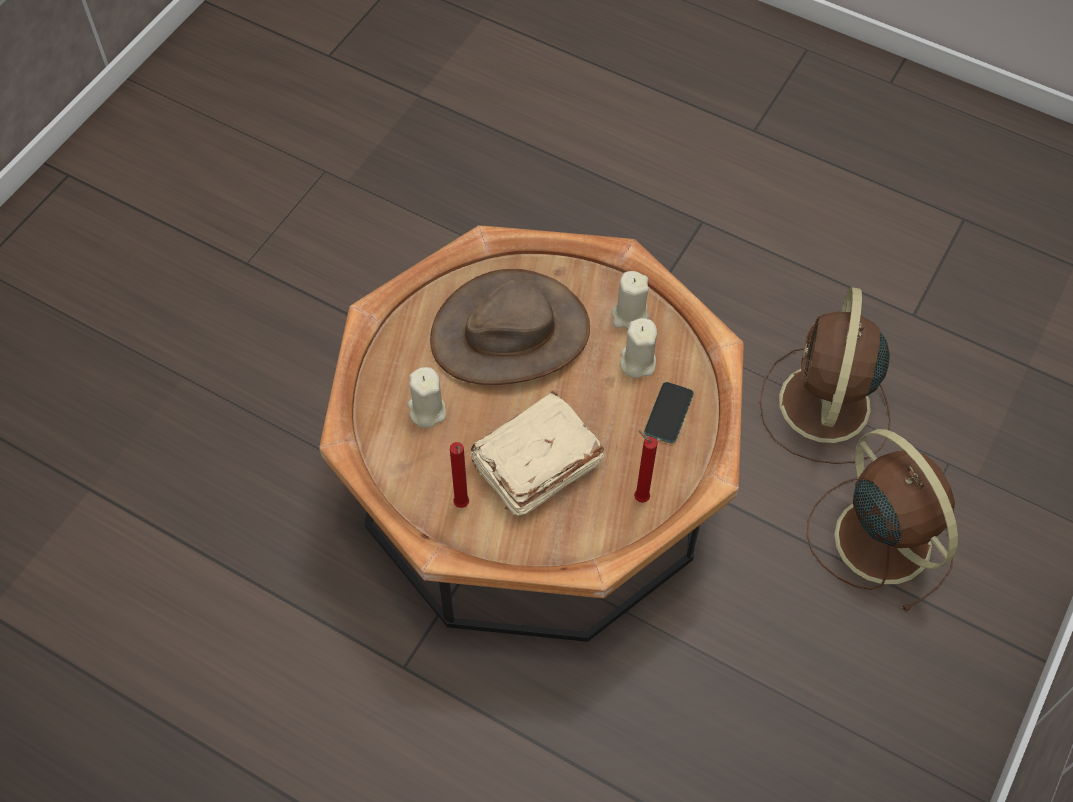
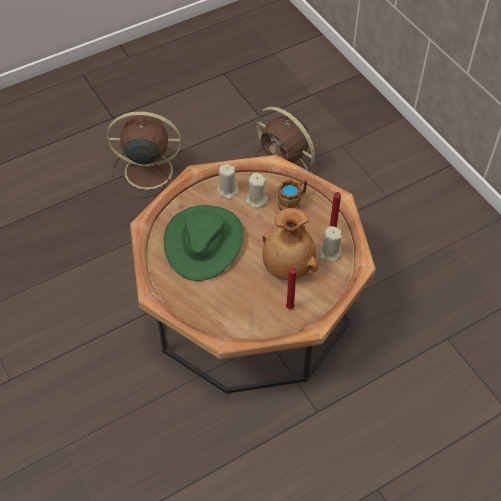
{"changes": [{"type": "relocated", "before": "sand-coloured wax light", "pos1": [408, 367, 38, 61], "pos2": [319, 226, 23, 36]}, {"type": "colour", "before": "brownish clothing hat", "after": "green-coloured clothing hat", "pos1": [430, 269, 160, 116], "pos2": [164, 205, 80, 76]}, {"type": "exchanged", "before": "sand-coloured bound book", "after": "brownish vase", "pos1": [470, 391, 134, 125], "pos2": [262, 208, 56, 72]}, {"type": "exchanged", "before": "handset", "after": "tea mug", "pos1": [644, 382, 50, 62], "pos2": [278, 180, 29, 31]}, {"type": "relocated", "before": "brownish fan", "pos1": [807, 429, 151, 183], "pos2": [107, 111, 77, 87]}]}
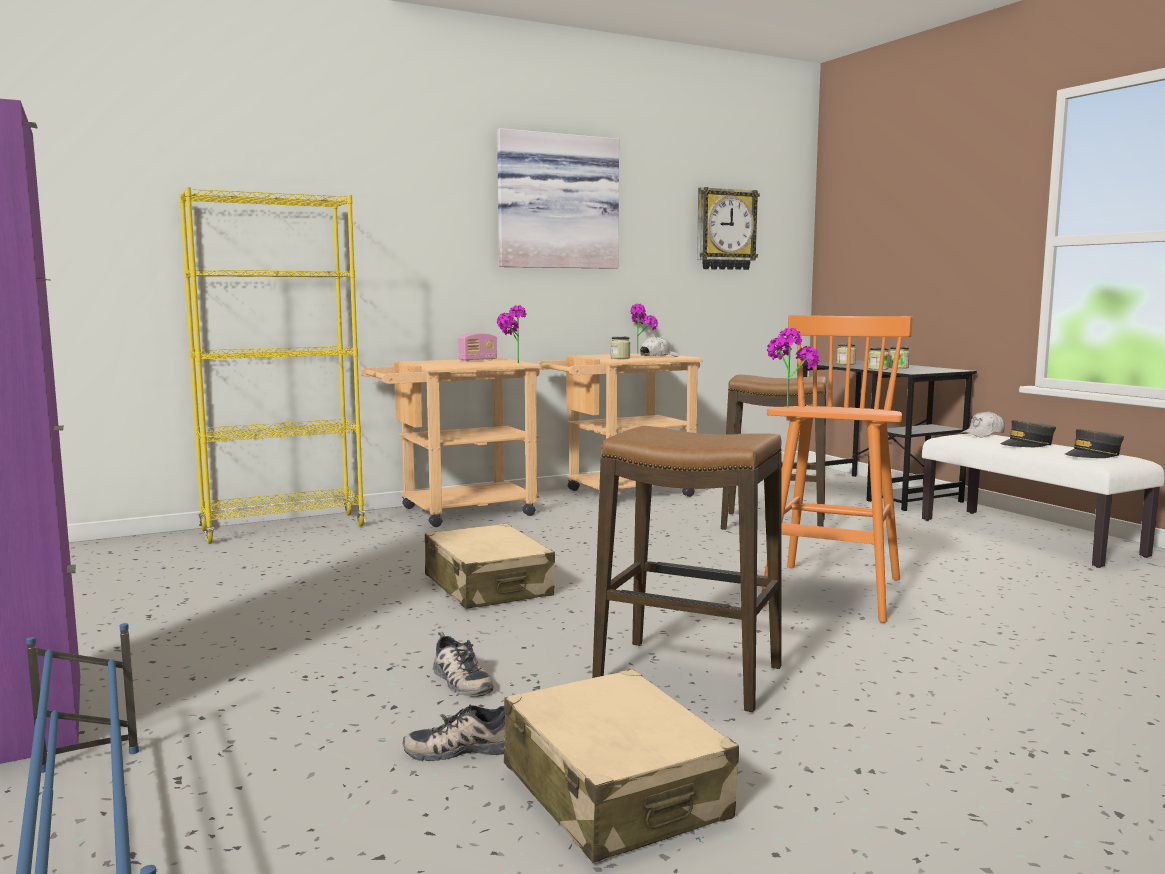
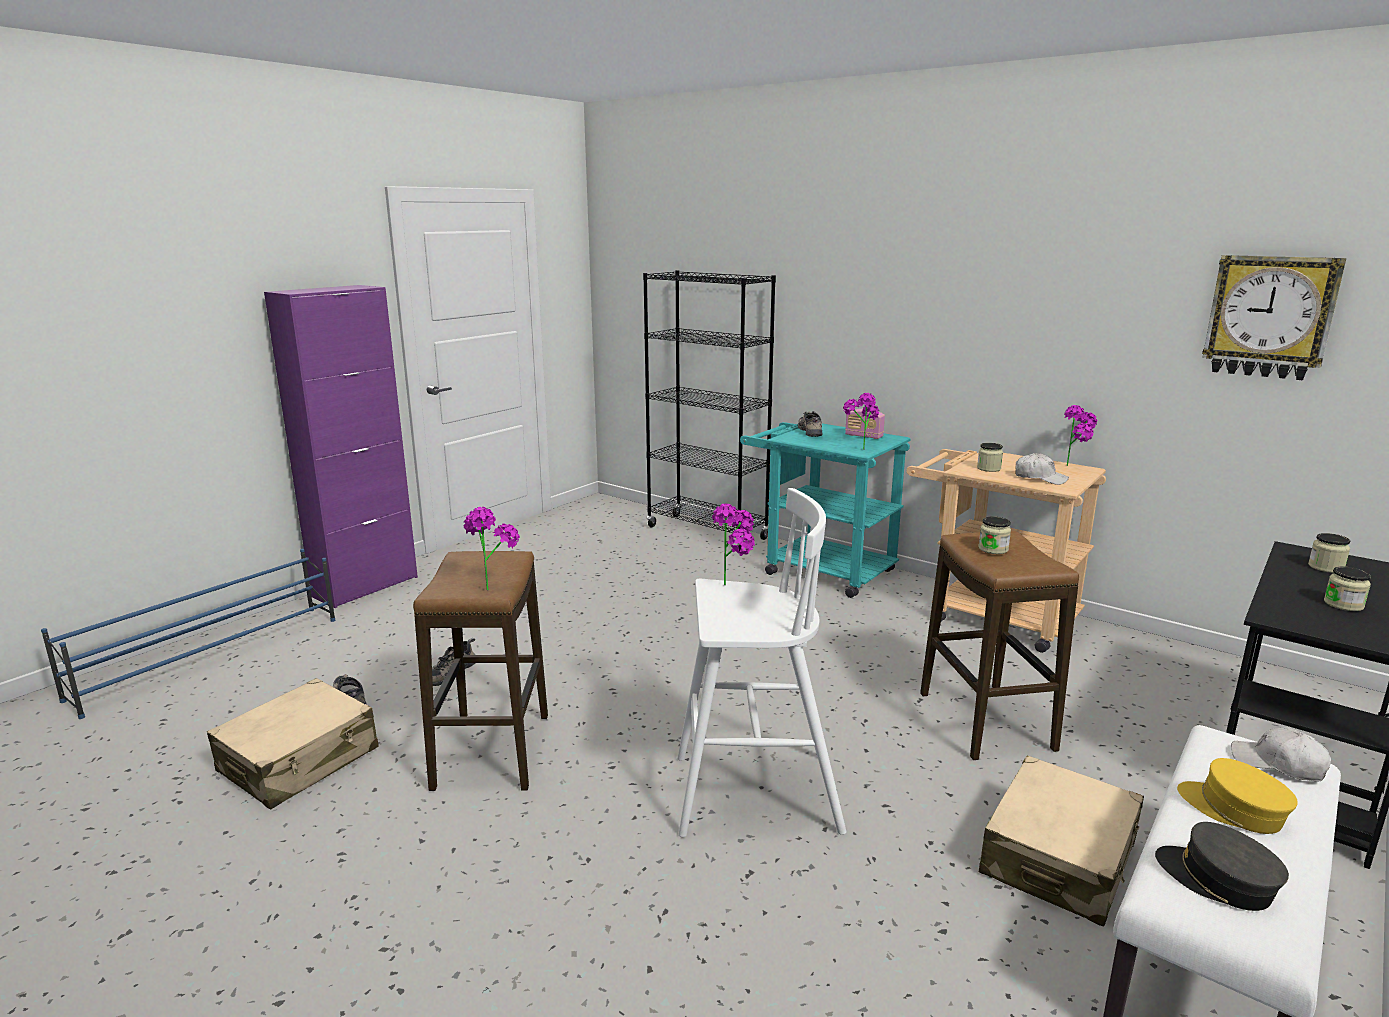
{"changes": [{"type": "colour", "before": "yellowish shelving unit", "after": "black shelving unit", "pos1": [179, 187, 187, 357], "pos2": [643, 270, 133, 281]}, {"type": "colour", "before": "sand-coloured cart", "after": "turquoise cart", "pos1": [360, 358, 181, 169], "pos2": [740, 422, 170, 176]}, {"type": "relocated", "before": "sand-coloured suitcase", "pos1": [425, 523, 130, 86], "pos2": [979, 755, 165, 172]}, {"type": "missing", "before": "wall art", "pos1": [497, 128, 122, 141]}, {"type": "colour", "before": "orange sitting stool", "after": "white sitting stool", "pos1": [762, 315, 151, 308], "pos2": [677, 488, 169, 349]}, {"type": "relocated", "before": "preserve jar", "pos1": [868, 347, 21, 23], "pos2": [978, 516, 33, 38]}, {"type": "colour", "before": "gray peaked cap", "after": "yellowish peaked cap", "pos1": [1000, 420, 56, 27], "pos2": [1177, 758, 121, 76]}, {"type": "appeared", "after": "potted plant", "pos2": [464, 507, 56, 84]}, {"type": "appeared", "after": "item of footwear", "pos2": [798, 411, 24, 26]}]}
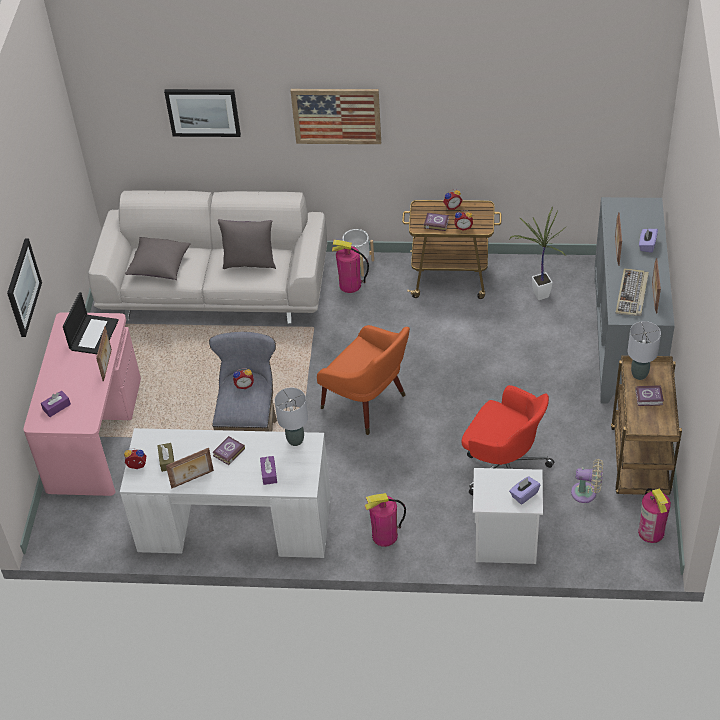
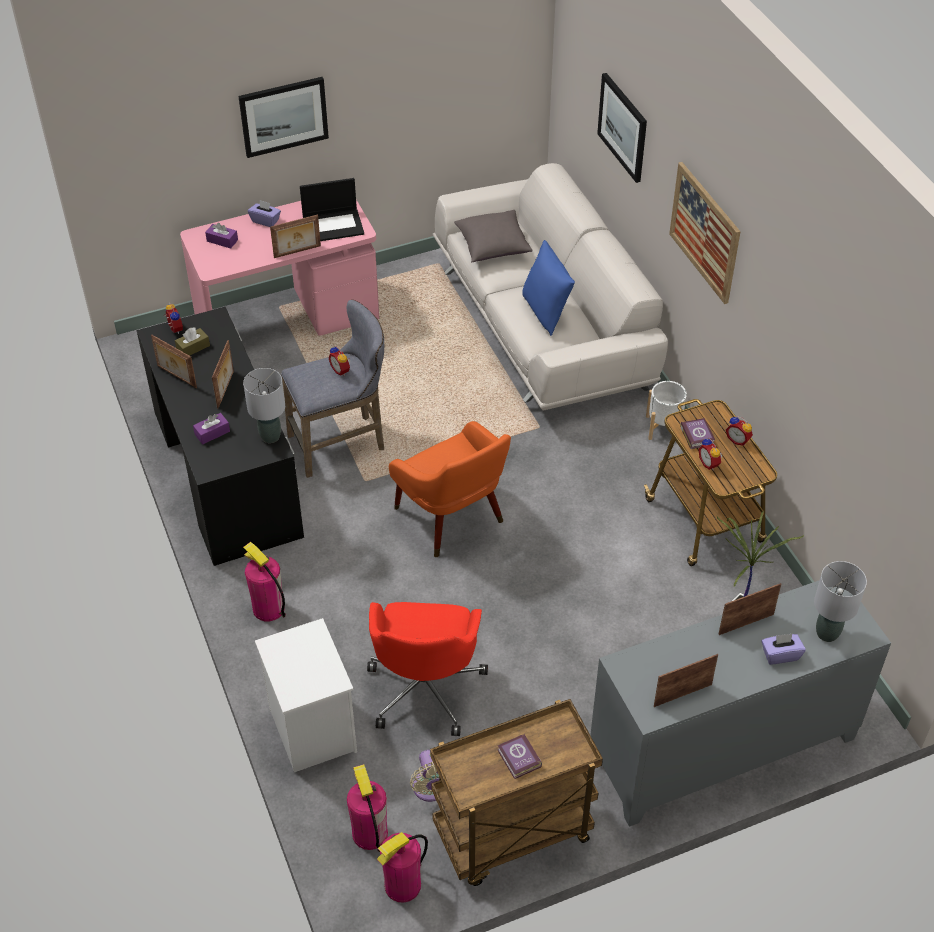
{"changes": [{"type": "colour", "before": "white desk", "after": "black desk", "pos1": [120, 428, 211, 130], "pos2": [137, 307, 167, 259]}, {"type": "exchanged", "before": "bound book", "after": "standing frame", "pos1": [212, 436, 33, 29], "pos2": [212, 340, 22, 68]}, {"type": "colour", "before": "gray pillow", "after": "blue pillow", "pos1": [218, 219, 58, 50], "pos2": [522, 240, 53, 96]}, {"type": "spun", "before": "orange lounge chair", "pos1": [317, 325, 93, 110], "pos2": [389, 421, 122, 136], "turn": -45}, {"type": "relocated", "before": "fire extinguisher", "pos1": [332, 240, 37, 53], "pos2": [347, 764, 41, 88]}, {"type": "relocated", "before": "purple-coloured tissue holder", "pos1": [509, 477, 31, 27], "pos2": [248, 200, 33, 27]}, {"type": "missing", "before": "computer keyboard", "pos1": [615, 268, 34, 48]}, {"type": "relocated", "before": "gray tabletop lamp", "pos1": [628, 321, 33, 59], "pos2": [814, 561, 53, 81]}]}
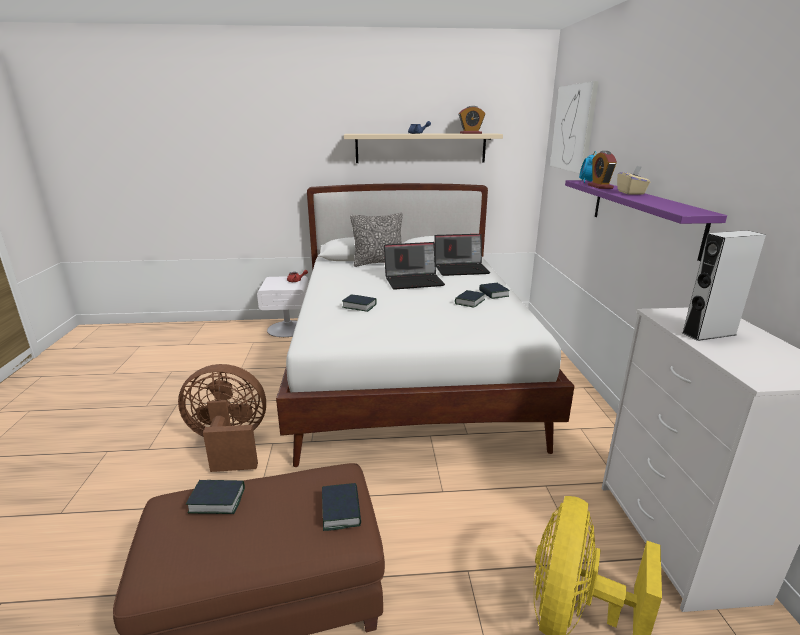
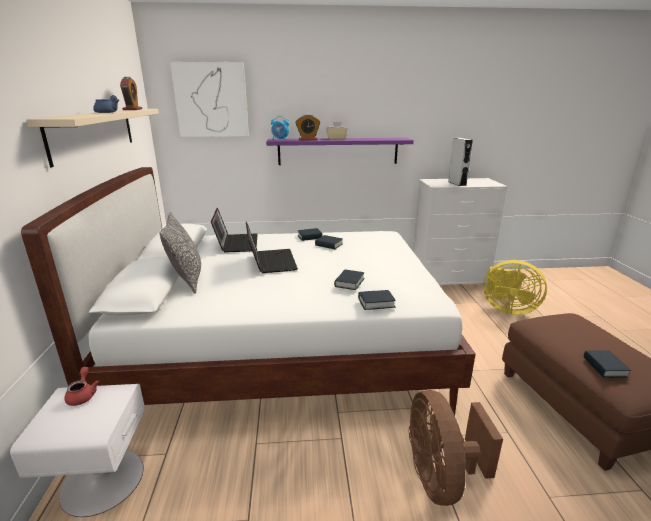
{"changes": [{"type": "relocated", "before": "bound book", "pos1": [322, 483, 39, 48], "pos2": [358, 290, 38, 20]}]}
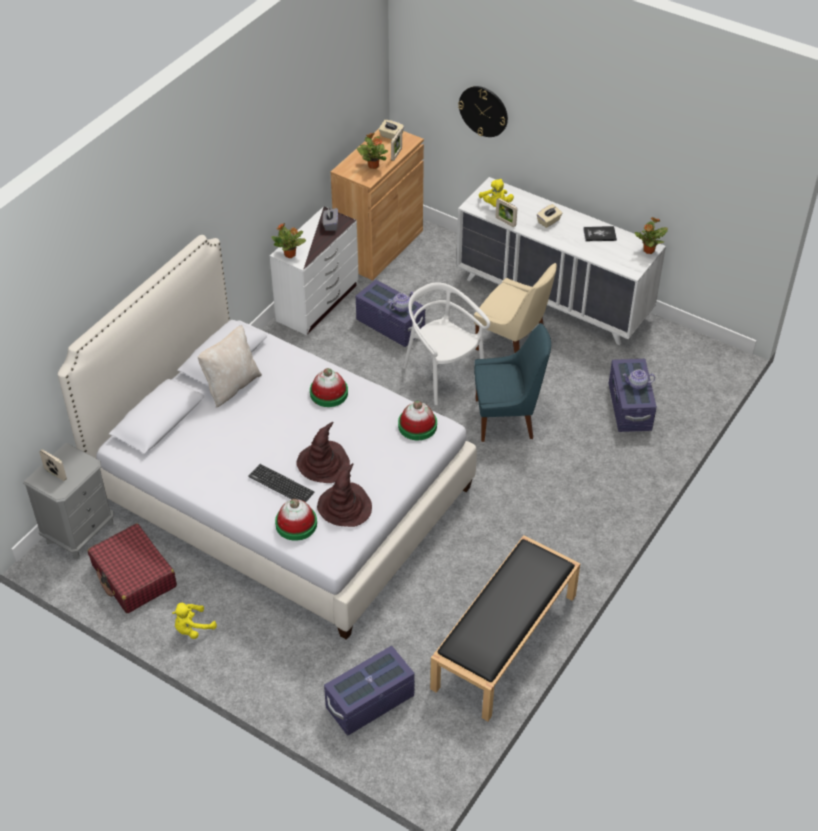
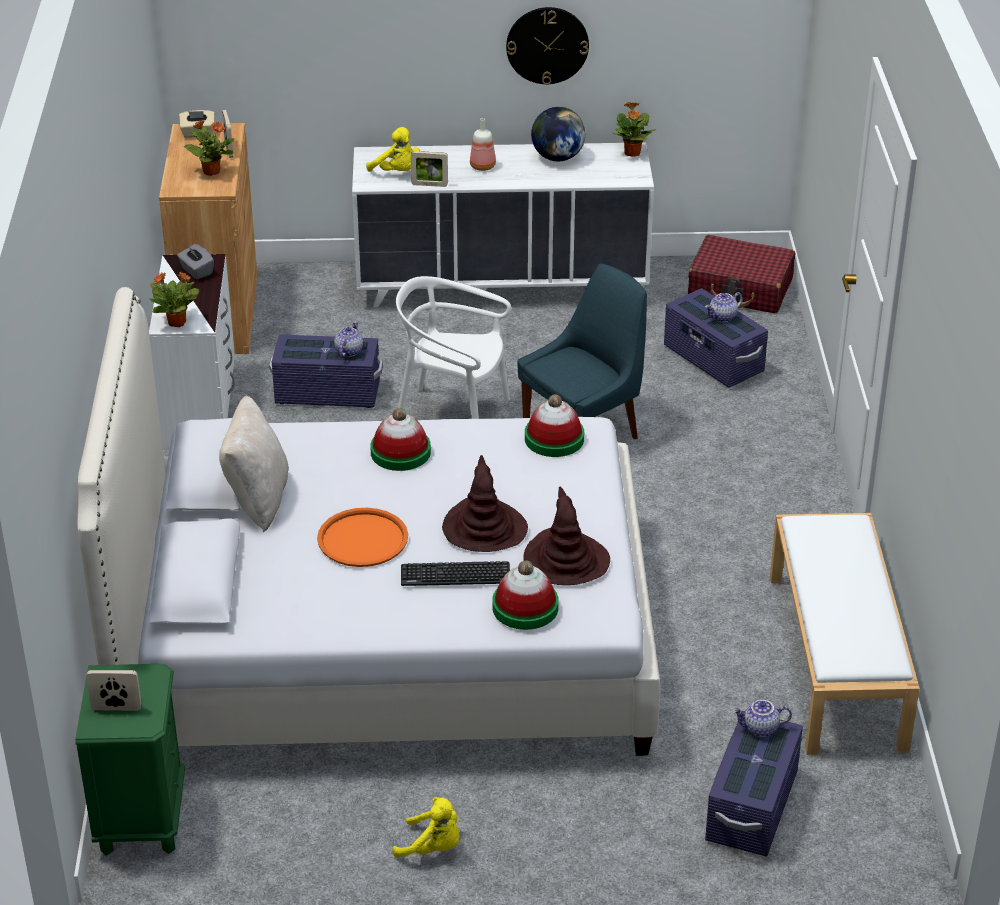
{"changes": [{"type": "colour", "before": "gray bedside table", "after": "green-coloured bedside table", "pos1": [23, 443, 91, 116], "pos2": [75, 664, 110, 192]}, {"type": "relocated", "before": "red-coloured suitcase", "pos1": [88, 524, 89, 89], "pos2": [688, 235, 107, 78]}, {"type": "spun", "before": "yellowish soft toy", "pos1": [172, 603, 45, 36], "pos2": [392, 797, 68, 61], "turn": -90}, {"type": "colour", "before": "black bench", "after": "white bench", "pos1": [430, 535, 151, 186], "pos2": [770, 513, 150, 242]}, {"type": "relocated", "before": "wall clock", "pos1": [458, 86, 50, 51], "pos2": [506, 7, 83, 78]}, {"type": "missing", "before": "sand-coloured chair", "pos1": [474, 263, 83, 90]}, {"type": "exchanged", "before": "sand-coloured tissue holder", "after": "drink bottle", "pos1": [537, 204, 25, 24], "pos2": [470, 118, 26, 53]}, {"type": "exchanged", "before": "bound book", "after": "world globe", "pos1": [583, 226, 34, 15], "pos2": [531, 107, 54, 54]}, {"type": "appeared", "after": "orange tray", "pos2": [317, 508, 91, 59]}, {"type": "appeared", "after": "tea pot", "pos2": [732, 700, 60, 37]}]}
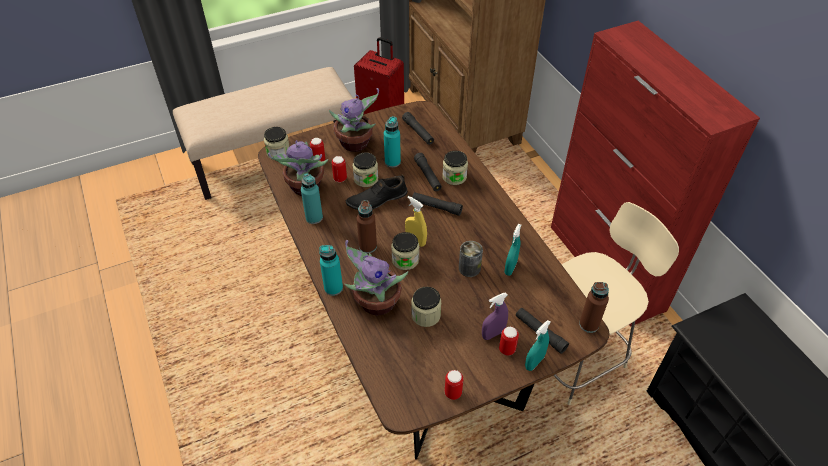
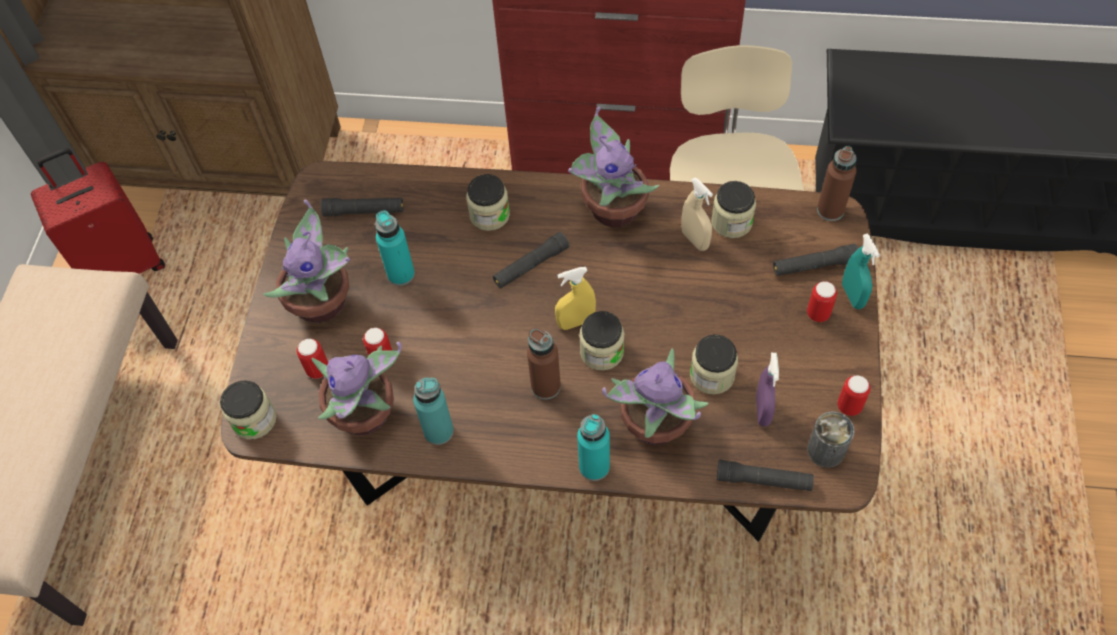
{"changes": [{"type": "missing", "before": "black item of footwear", "pos1": [346, 174, 62, 36]}, {"type": "relocated", "before": "preserve jar", "pos1": [353, 153, 25, 34], "pos2": [711, 181, 45, 57]}, {"type": "relocated", "before": "black flashlight", "pos1": [414, 153, 28, 38], "pos2": [717, 460, 97, 31]}, {"type": "relocated", "before": "metal can", "pos1": [459, 241, 24, 36], "pos2": [807, 412, 47, 56]}, {"type": "relocated", "before": "purple-coloured hand sprayer", "pos1": [482, 292, 26, 48], "pos2": [756, 353, 23, 74]}, {"type": "colour", "before": "turquoise hand sprayer", "after": "sand-coloured hand sprayer", "pos1": [504, 224, 17, 52], "pos2": [681, 177, 32, 74]}, {"type": "appeared", "after": "potted plant", "pos2": [568, 106, 92, 121]}]}
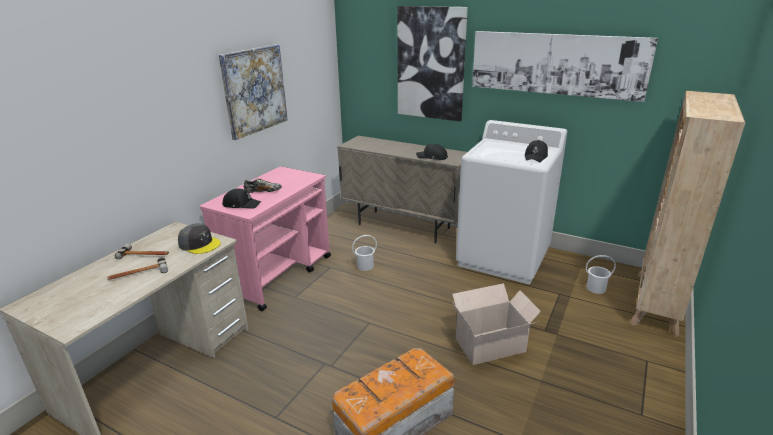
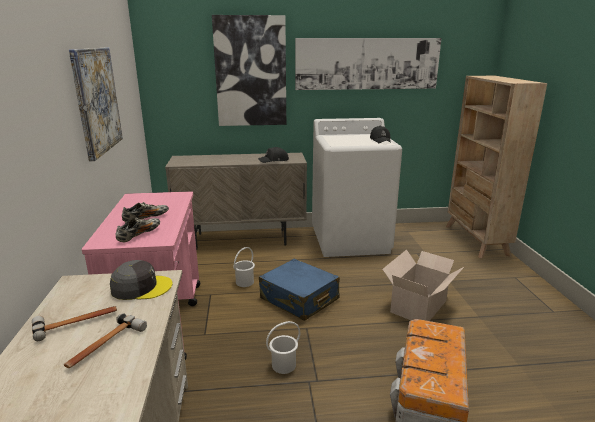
{"changes": [{"type": "exchanged", "before": "black peaked cap", "after": "item of footwear", "pos1": [222, 188, 39, 21], "pos2": [115, 217, 45, 25]}, {"type": "relocated", "before": "white water bucket", "pos1": [586, 255, 30, 39], "pos2": [266, 321, 35, 53]}, {"type": "appeared", "after": "blue suitcase", "pos2": [259, 259, 81, 62]}]}
